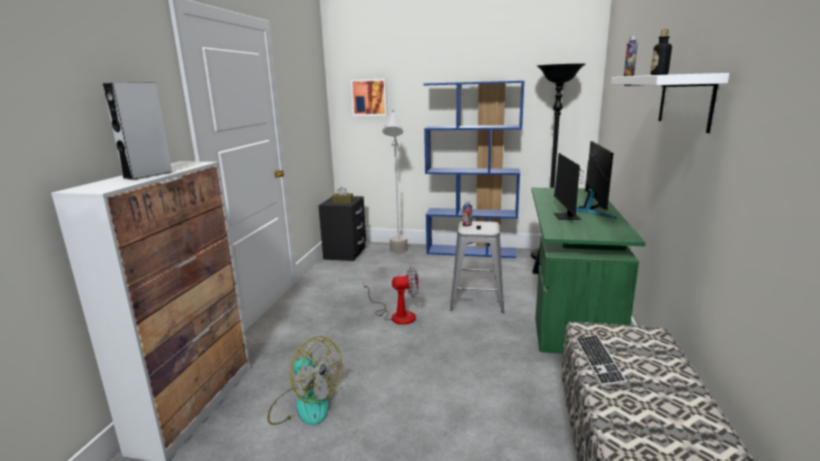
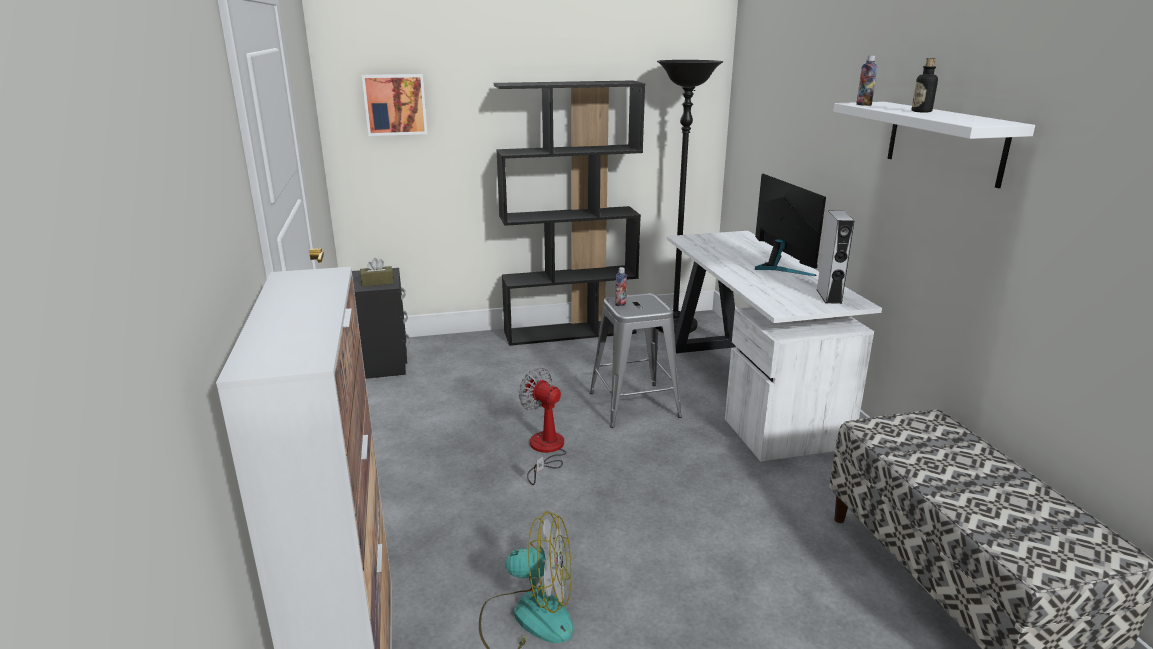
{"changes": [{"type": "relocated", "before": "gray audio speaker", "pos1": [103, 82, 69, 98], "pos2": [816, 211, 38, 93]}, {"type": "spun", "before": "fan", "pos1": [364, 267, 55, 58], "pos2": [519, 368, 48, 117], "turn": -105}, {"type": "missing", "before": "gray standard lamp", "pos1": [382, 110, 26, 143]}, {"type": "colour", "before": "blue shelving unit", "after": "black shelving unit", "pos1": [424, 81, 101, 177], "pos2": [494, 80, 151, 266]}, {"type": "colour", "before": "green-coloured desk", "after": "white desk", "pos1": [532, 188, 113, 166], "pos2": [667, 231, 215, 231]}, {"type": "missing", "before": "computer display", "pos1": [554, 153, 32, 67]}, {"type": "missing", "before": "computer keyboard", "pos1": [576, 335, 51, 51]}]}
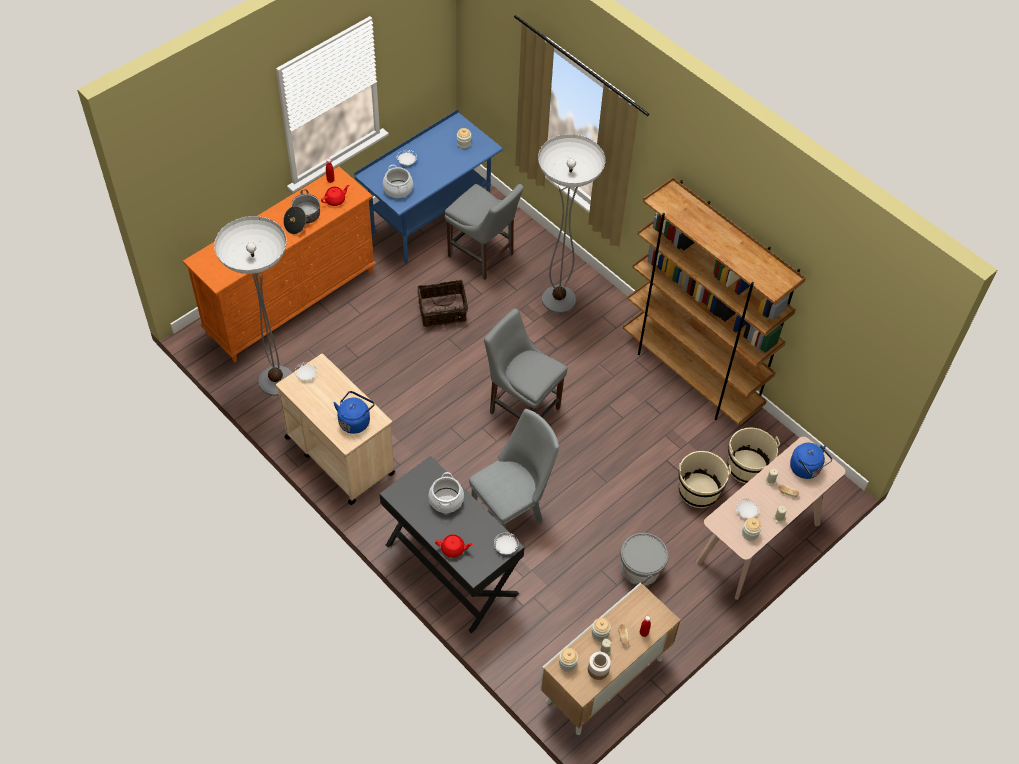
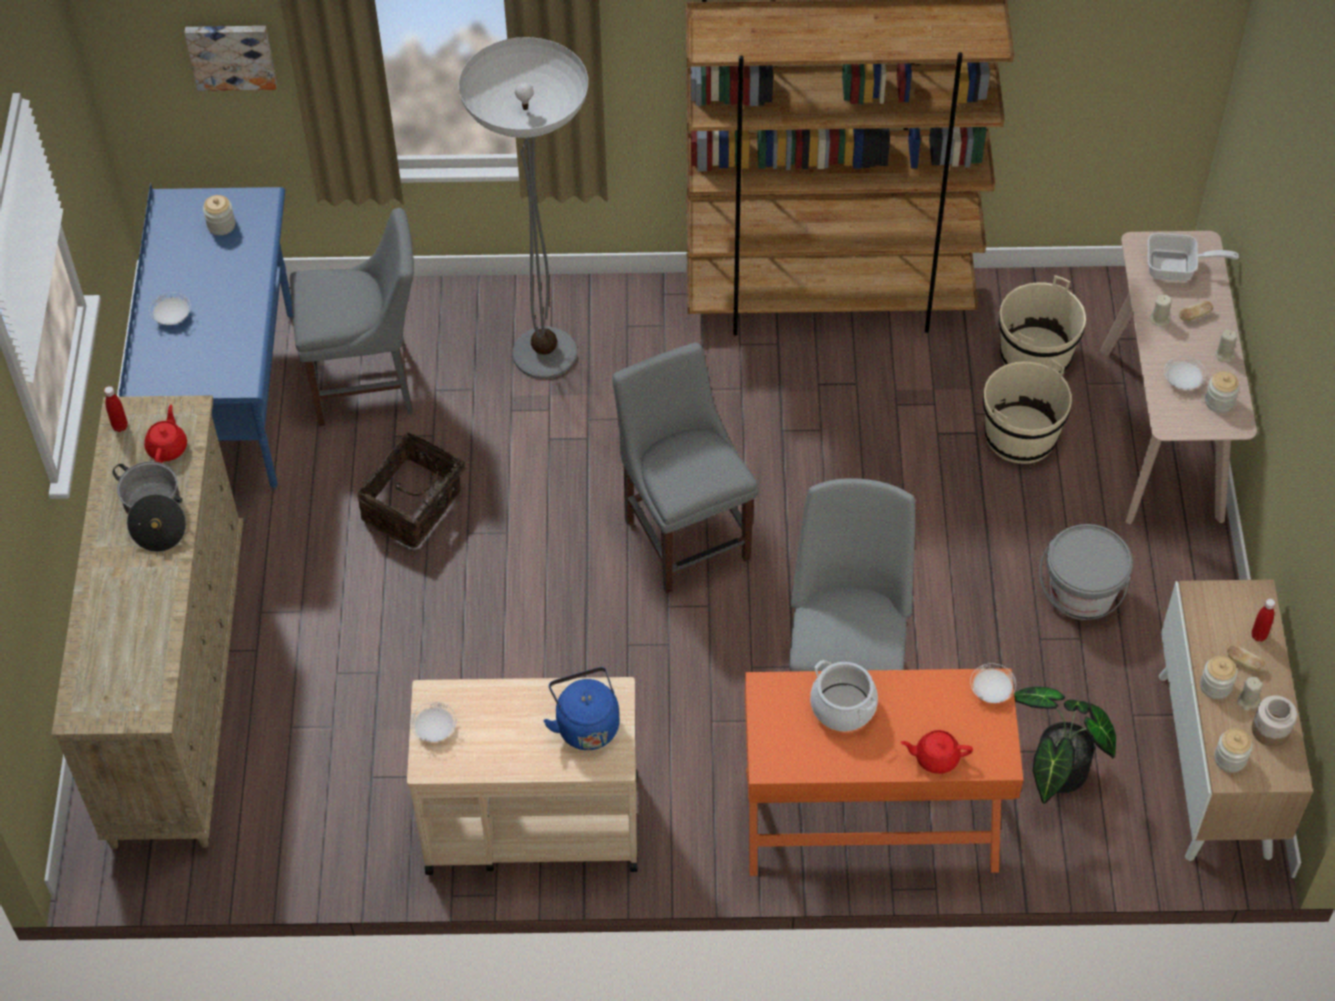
{"changes": [{"type": "colour", "before": "orange dresser", "after": "sand-coloured dresser", "pos1": [183, 166, 193, 197], "pos2": [52, 395, 191, 454]}, {"type": "missing", "before": "standard lamp", "pos1": [214, 216, 78, 180]}, {"type": "colour", "before": "black desk", "after": "orange desk", "pos1": [379, 456, 146, 177], "pos2": [745, 668, 278, 208]}, {"type": "missing", "before": "saucepot", "pos1": [383, 165, 30, 33]}, {"type": "spun", "before": "red-coloured tea pot", "pos1": [435, 534, 38, 24], "pos2": [901, 730, 72, 44], "turn": -135}, {"type": "spun", "before": "gray chair", "pos1": [484, 309, 83, 109], "pos2": [612, 342, 146, 252], "turn": 75}, {"type": "exchanged", "before": "blue water kettle", "after": "pan", "pos1": [790, 443, 42, 36], "pos2": [1148, 233, 91, 48]}, {"type": "appeared", "after": "wall art", "pos2": [184, 26, 93, 65]}, {"type": "appeared", "after": "potted plant", "pos2": [1014, 687, 102, 117]}]}
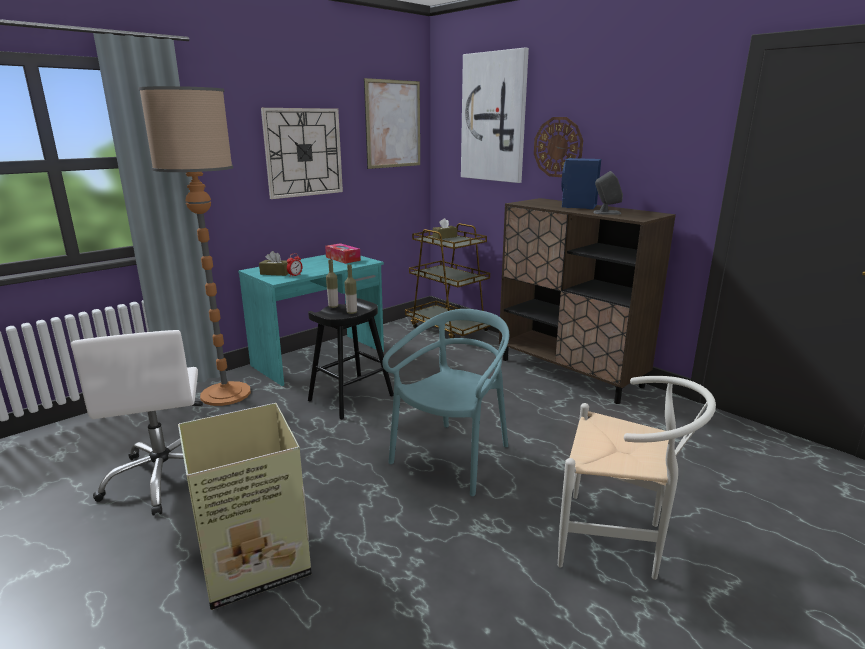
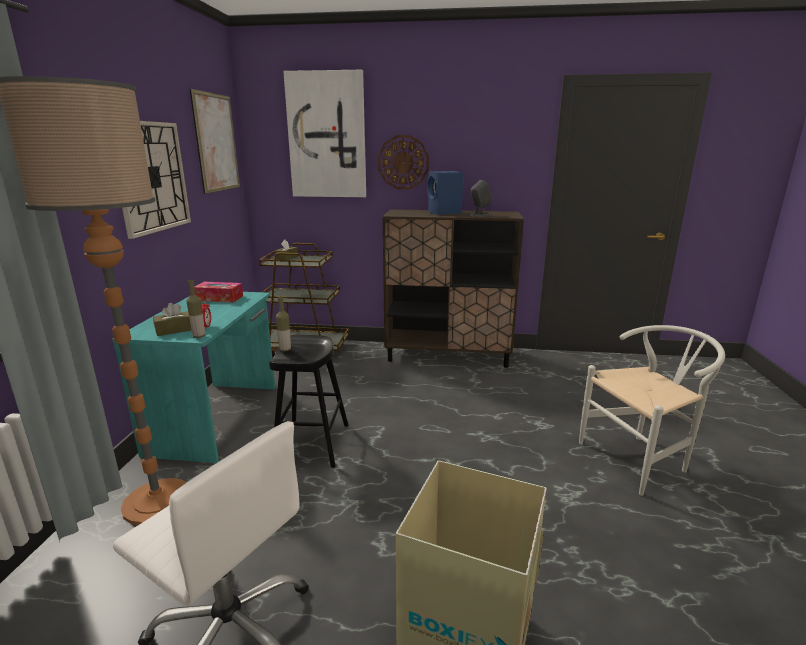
{"changes": [{"type": "relocated", "before": "drink bottle", "pos1": [345, 265, 12, 49], "pos2": [186, 280, 19, 58]}, {"type": "missing", "before": "turquoise chair", "pos1": [382, 309, 127, 187]}]}
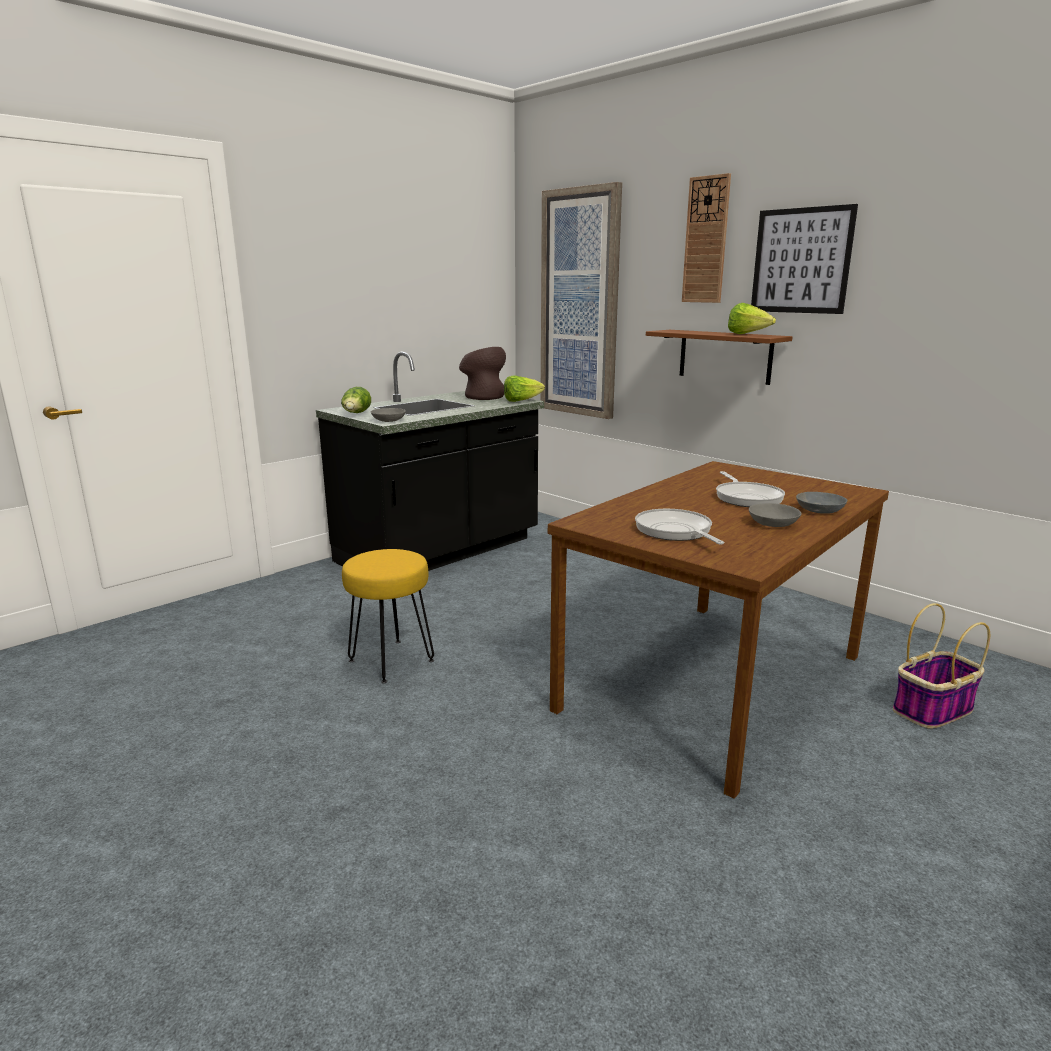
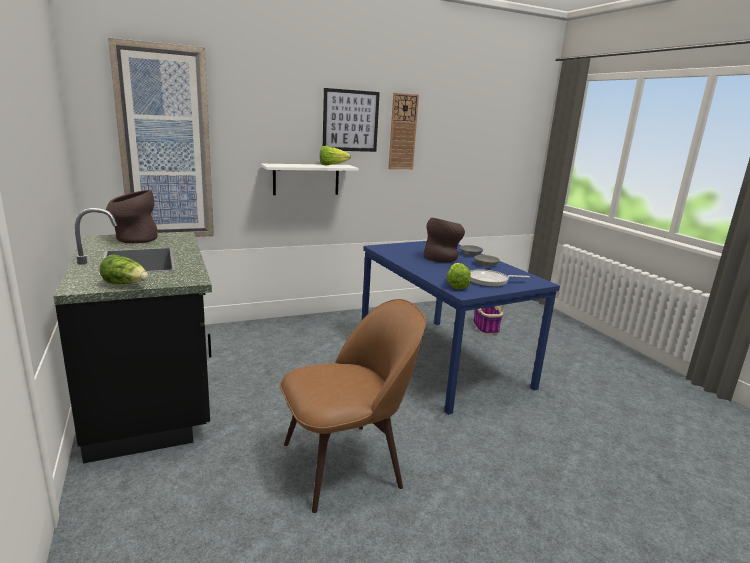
{"changes": [{"type": "exchanged", "before": "yellowish sitting stool", "after": "brownish chair", "pos1": [342, 549, 92, 134], "pos2": [280, 299, 146, 214]}, {"type": "missing", "before": "gray serving bowl", "pos1": [371, 408, 35, 14]}, {"type": "relocated", "before": "lettuce head", "pos1": [504, 375, 41, 27], "pos2": [446, 263, 25, 26]}, {"type": "colour", "before": "brownish dinner table", "after": "blue dinner table", "pos1": [548, 461, 341, 338], "pos2": [362, 241, 198, 174]}, {"type": "colour", "before": "brownish wall shelf", "after": "white wall shelf", "pos1": [646, 330, 146, 55], "pos2": [261, 164, 98, 31]}, {"type": "relocated", "before": "wall clock", "pos1": [682, 173, 49, 130], "pos2": [388, 93, 31, 76]}, {"type": "exchanged", "before": "pan", "after": "brownish vase", "pos1": [716, 471, 69, 36], "pos2": [423, 218, 42, 45]}]}
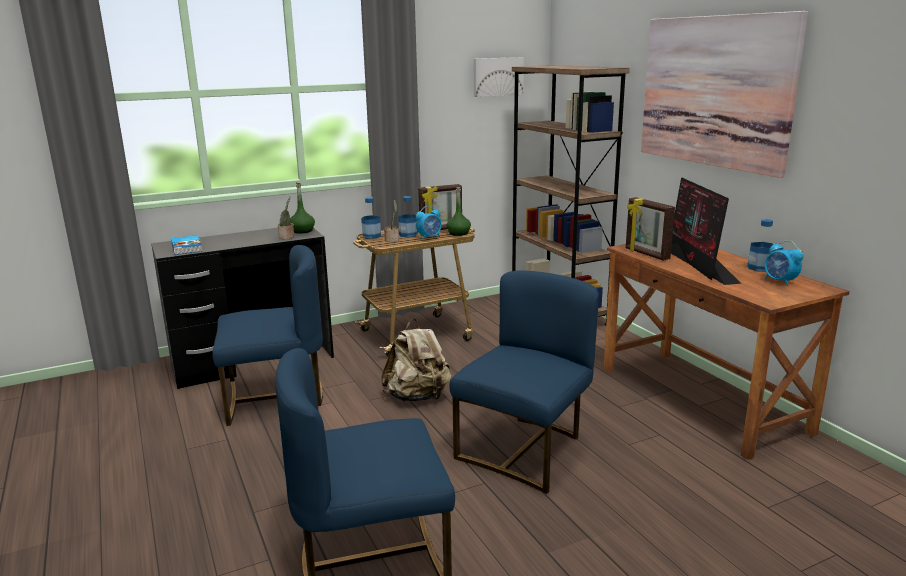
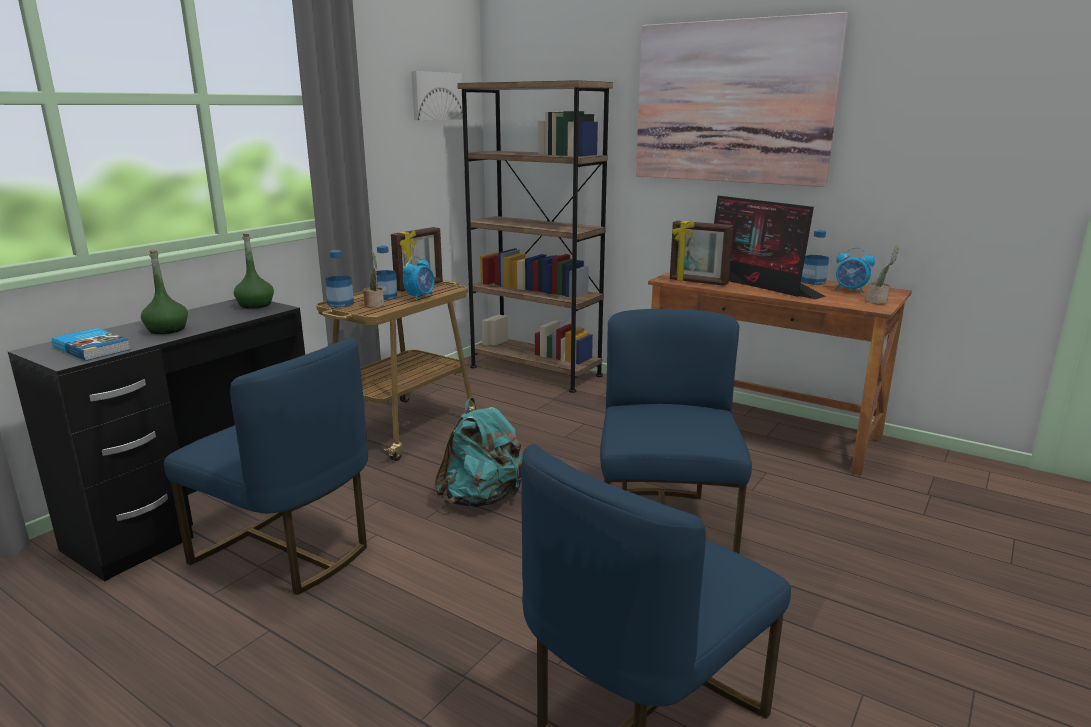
{"changes": [{"type": "spun", "before": "blue chair", "pos1": [212, 245, 111, 181], "pos2": [164, 338, 204, 257], "turn": 75}, {"type": "relocated", "before": "potted plant", "pos1": [278, 197, 16, 43], "pos2": [866, 245, 33, 59]}, {"type": "colour", "before": "sand-coloured rucksack", "after": "turquoise rucksack", "pos1": [381, 319, 70, 83], "pos2": [435, 397, 88, 111]}, {"type": "relocated", "before": "green-coloured drink bottle", "pos1": [447, 187, 24, 49], "pos2": [141, 249, 47, 85]}]}
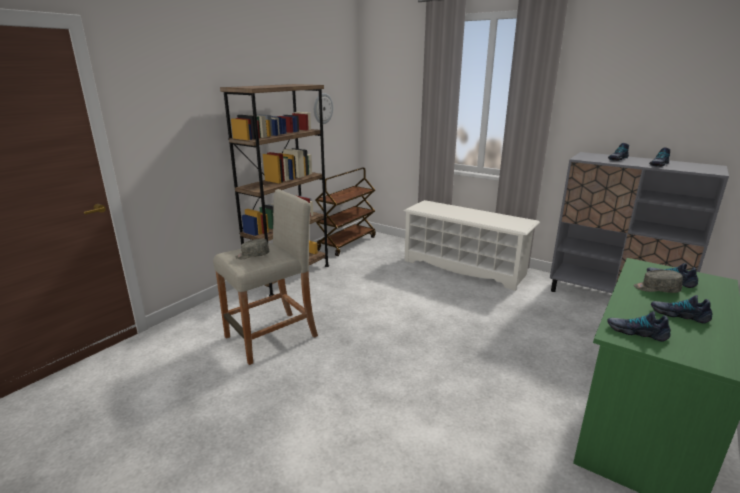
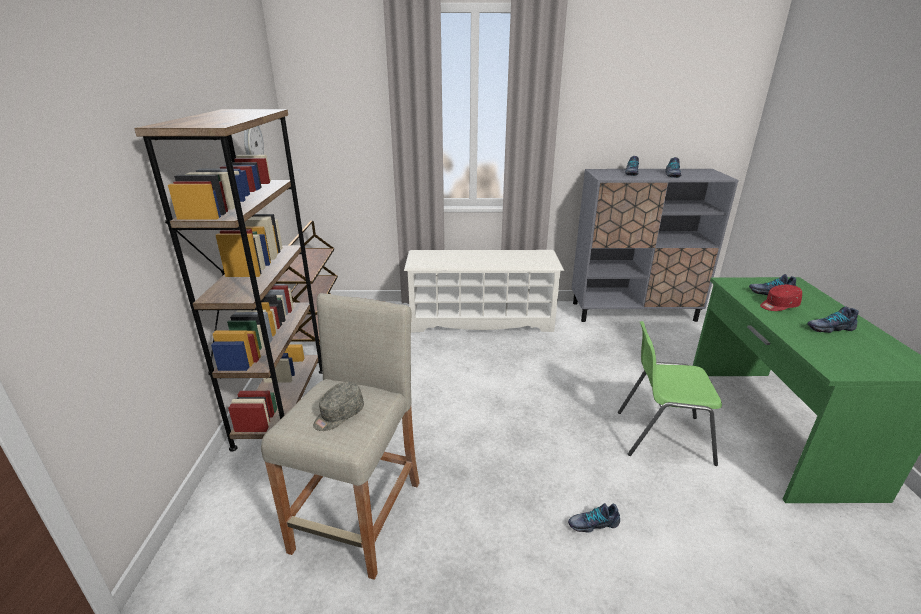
{"changes": [{"type": "relocated", "before": "item of footwear", "pos1": [607, 311, 64, 31], "pos2": [568, 503, 52, 29]}, {"type": "colour", "before": "gray peaked cap", "after": "red-coloured peaked cap", "pos1": [634, 270, 49, 23], "pos2": [760, 285, 42, 26]}, {"type": "appeared", "after": "green-coloured chair", "pos2": [618, 321, 104, 145]}]}
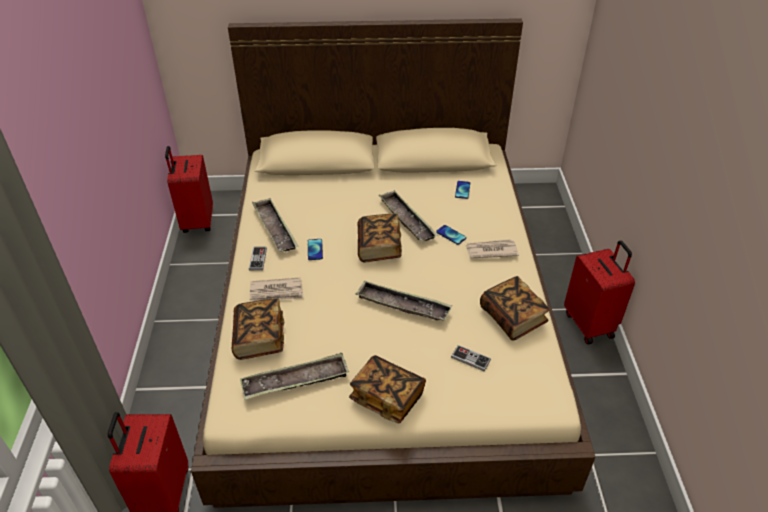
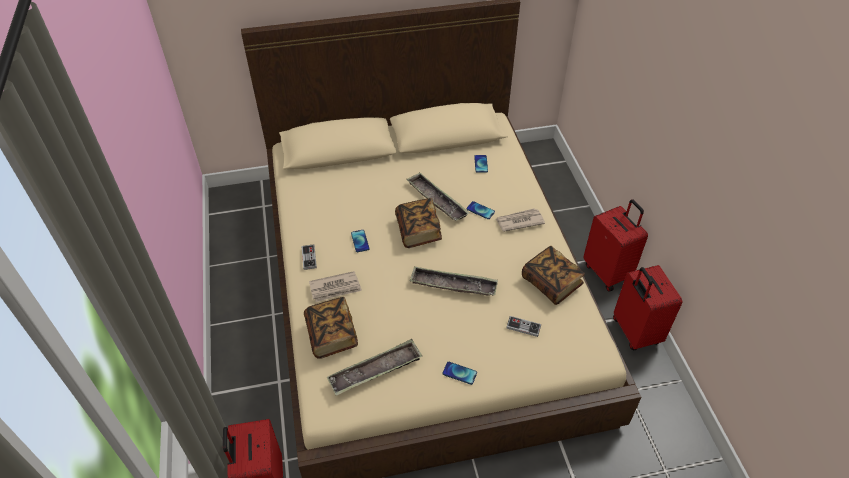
{"changes": [{"type": "relocated", "before": "red-coloured suitcase", "pos1": [165, 146, 48, 87], "pos2": [613, 265, 69, 85]}, {"type": "missing", "before": "tray", "pos1": [252, 198, 46, 54]}, {"type": "exchanged", "before": "bound book", "after": "handset", "pos1": [349, 355, 77, 68], "pos2": [443, 362, 34, 23]}]}
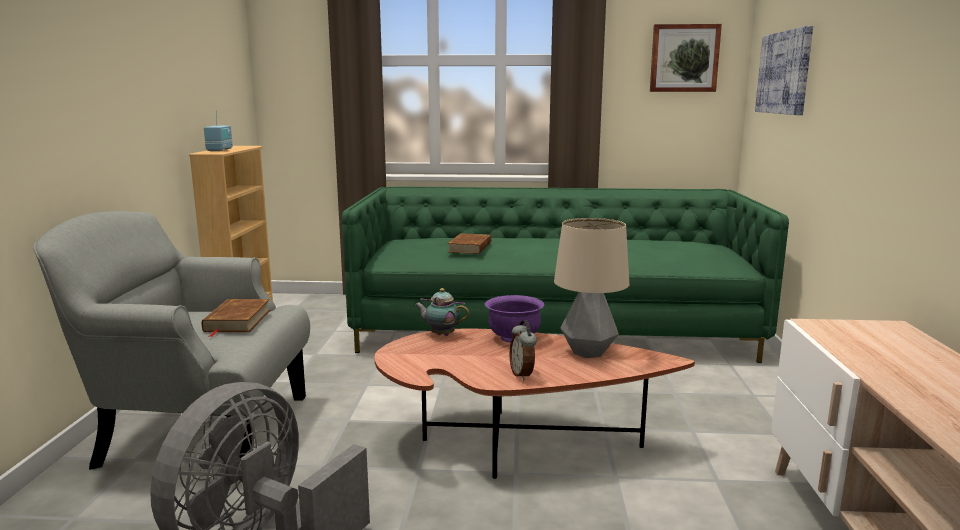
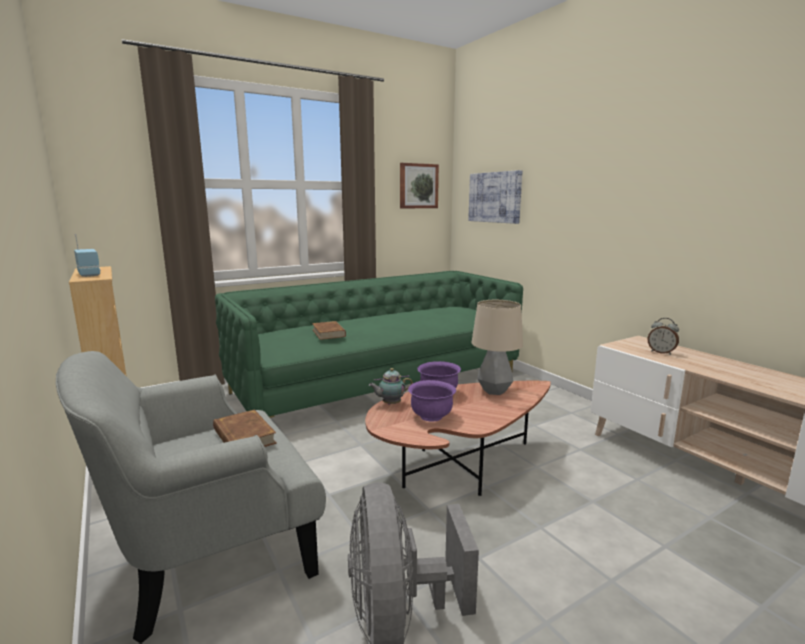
{"changes": [{"type": "relocated", "before": "alarm clock", "pos1": [509, 320, 28, 61], "pos2": [648, 318, 31, 37]}, {"type": "appeared", "after": "purple-coloured serving bowl", "pos2": [408, 380, 48, 42]}]}
